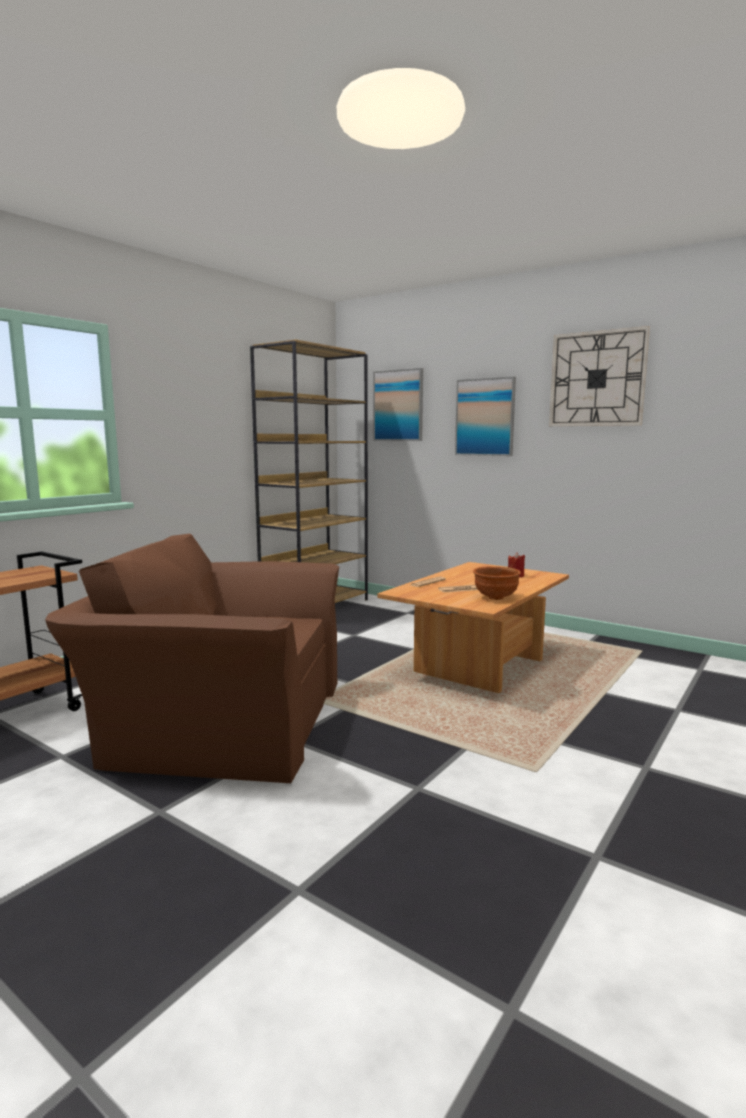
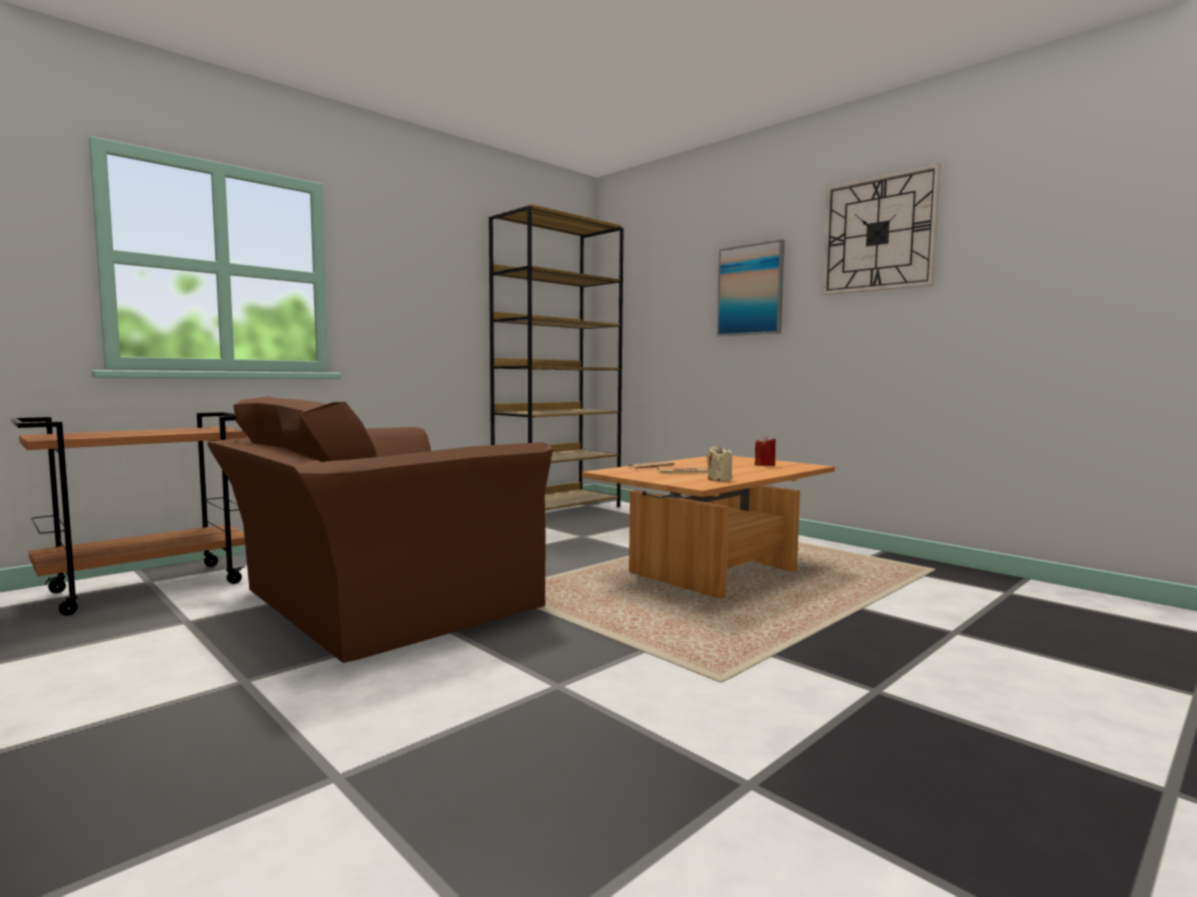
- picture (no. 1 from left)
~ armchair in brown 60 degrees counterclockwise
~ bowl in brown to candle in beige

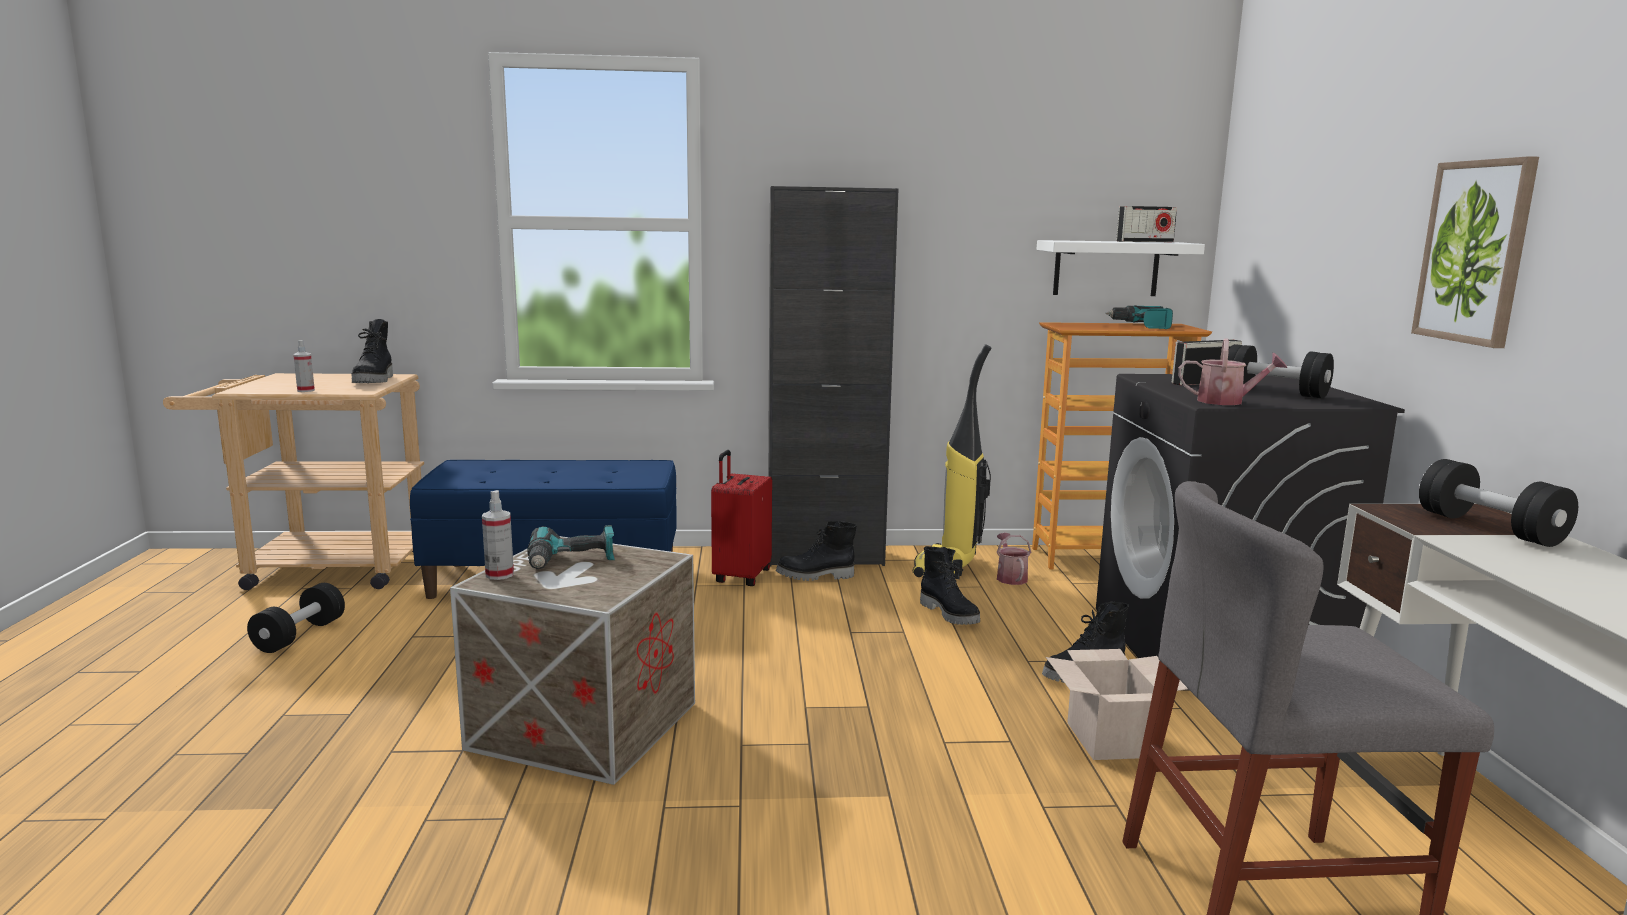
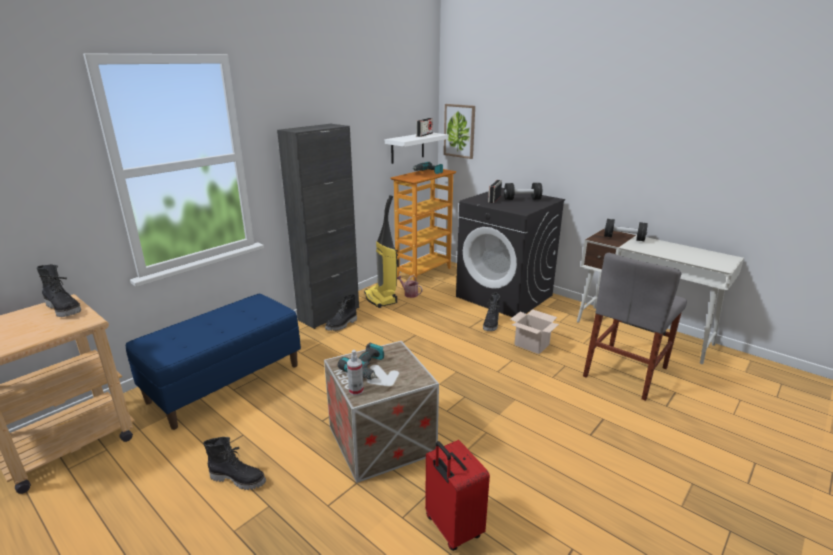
~ picture
- watering can (no. 2 from left)
- spray bottle (no. 1 from left)
~ suitcase in red
~ boot in black (no. 3 from left in the first image) to boot in black (no. 2 from left)
- dumbbell in black (no. 1 from left)

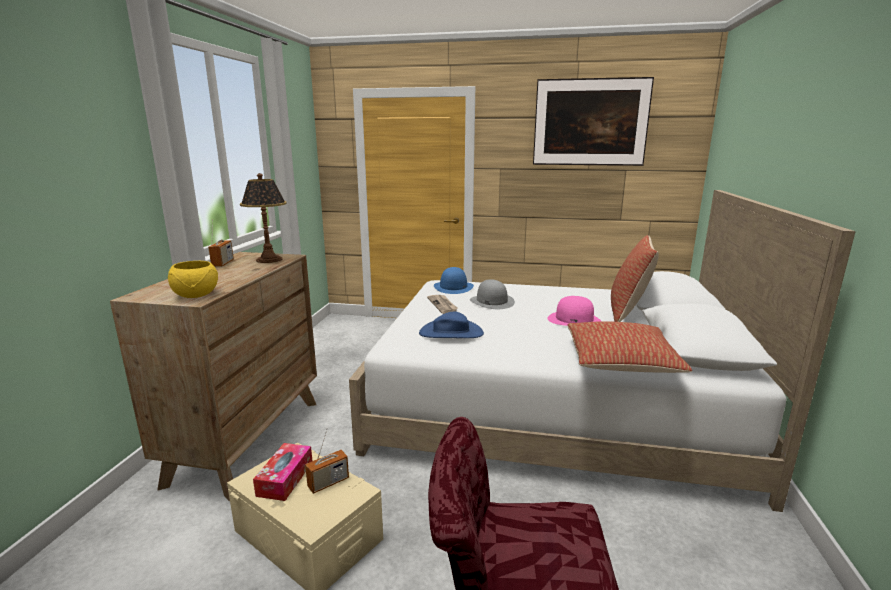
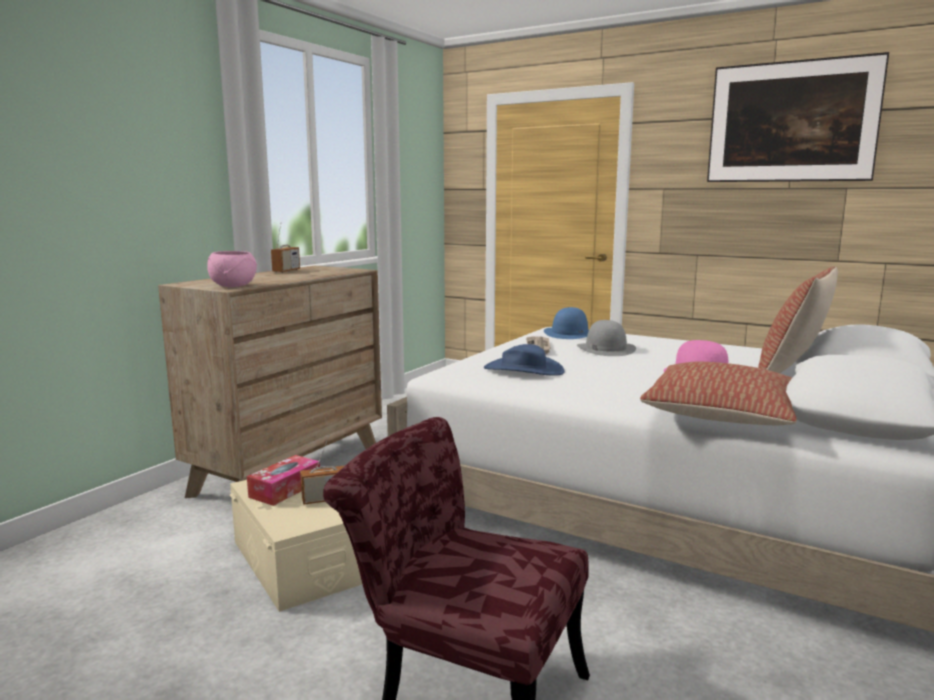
- table lamp
~ bowl in yellow to bowl in pink

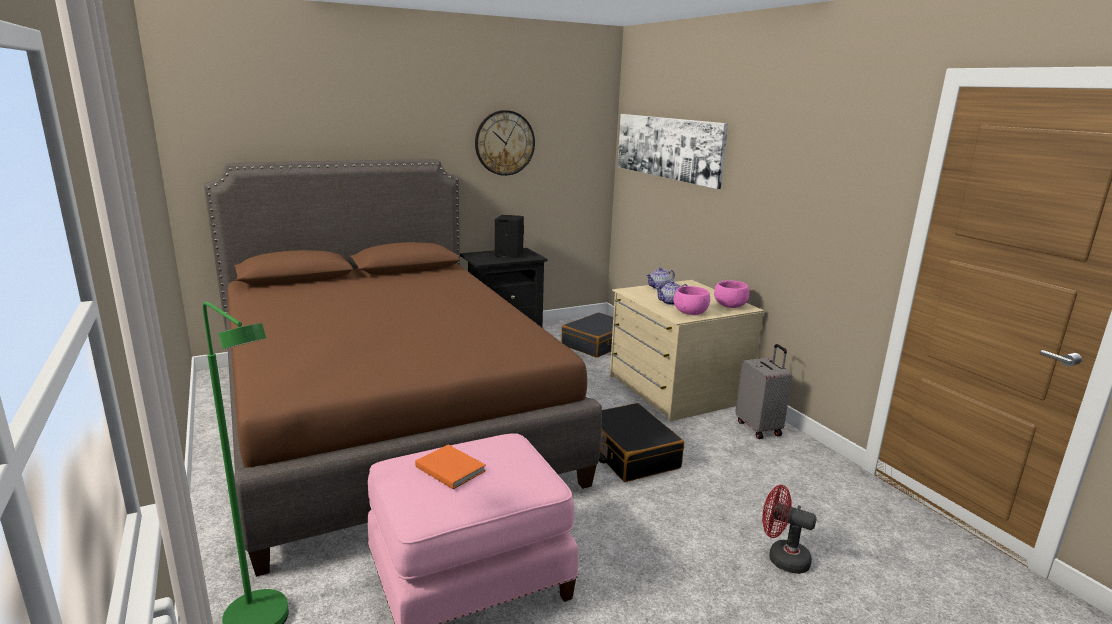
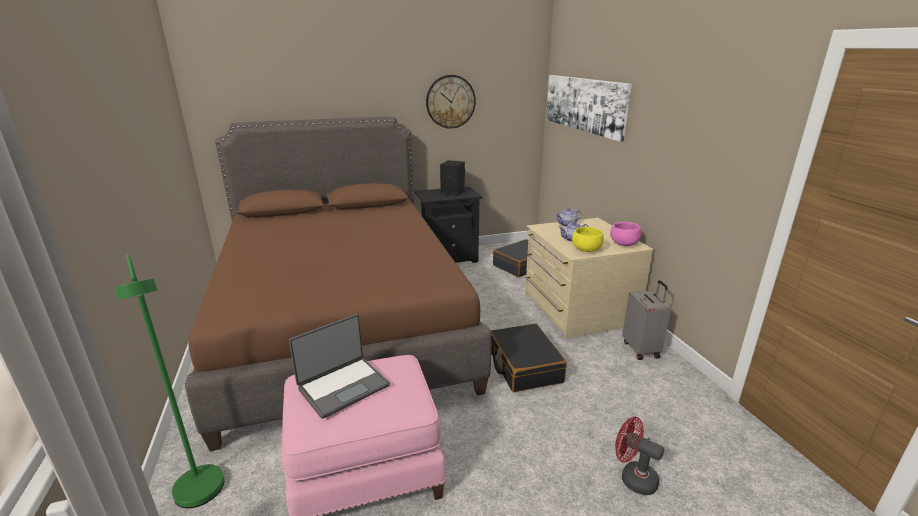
~ bowl in pink (no. 1 from left) to bowl in yellow
~ book in orange to laptop

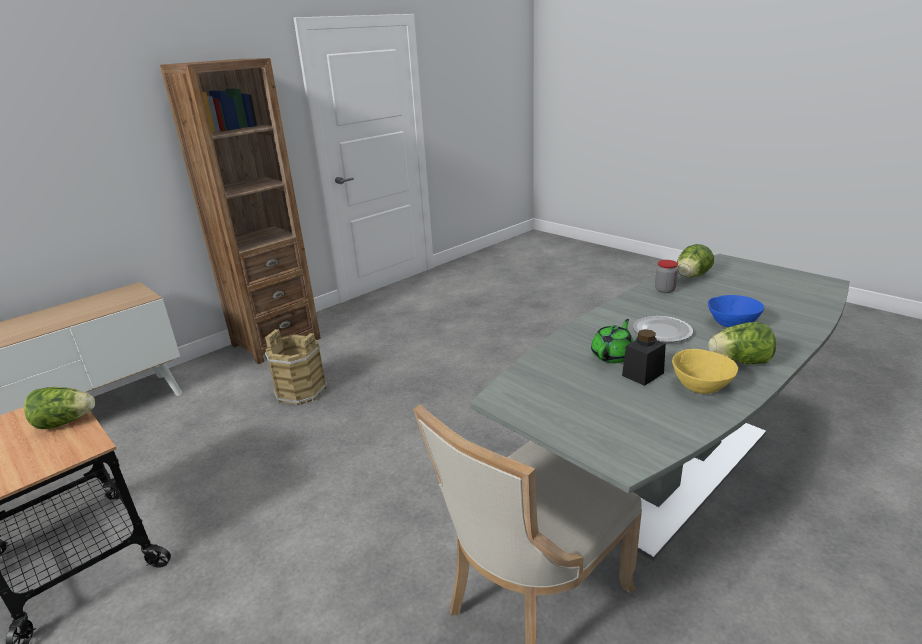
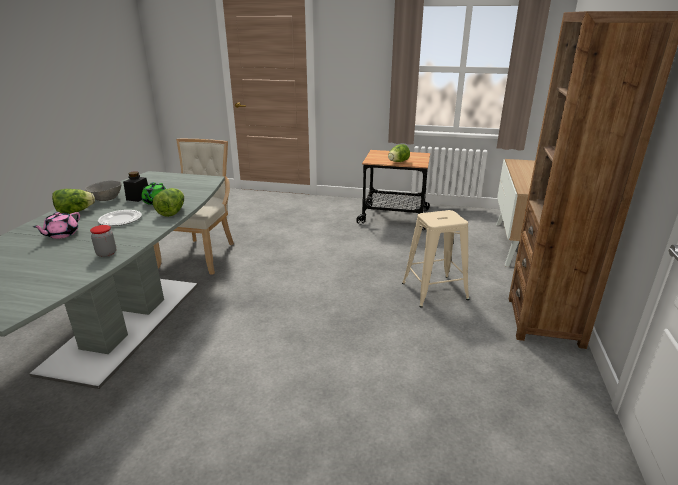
~ lettuce (no. 2 from left)
~ bowl in blue to teapot in pink
~ bucket in brown to stool in beige
~ bowl in yellow to bowl in grey

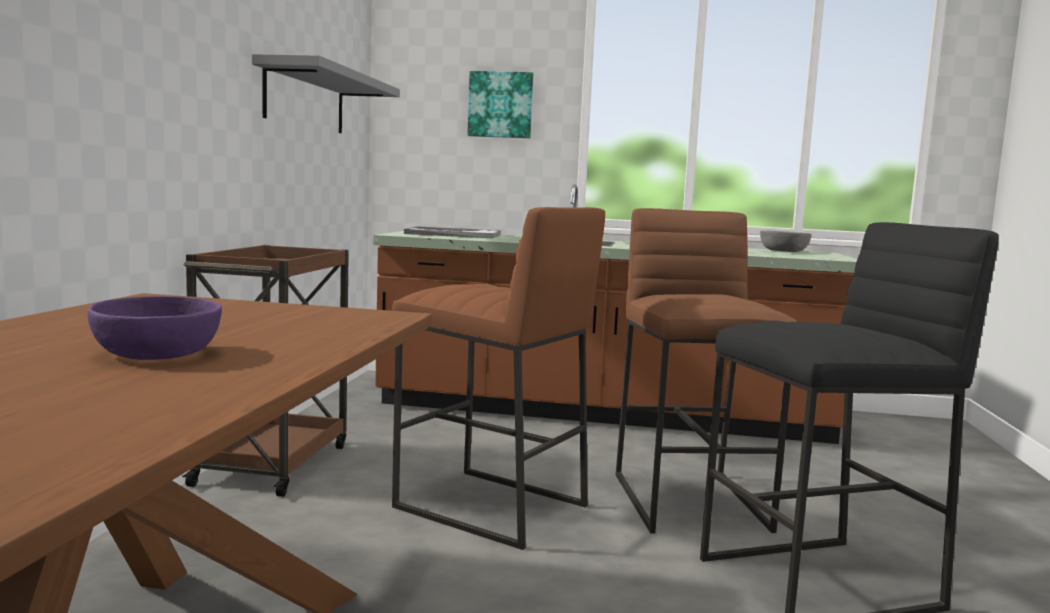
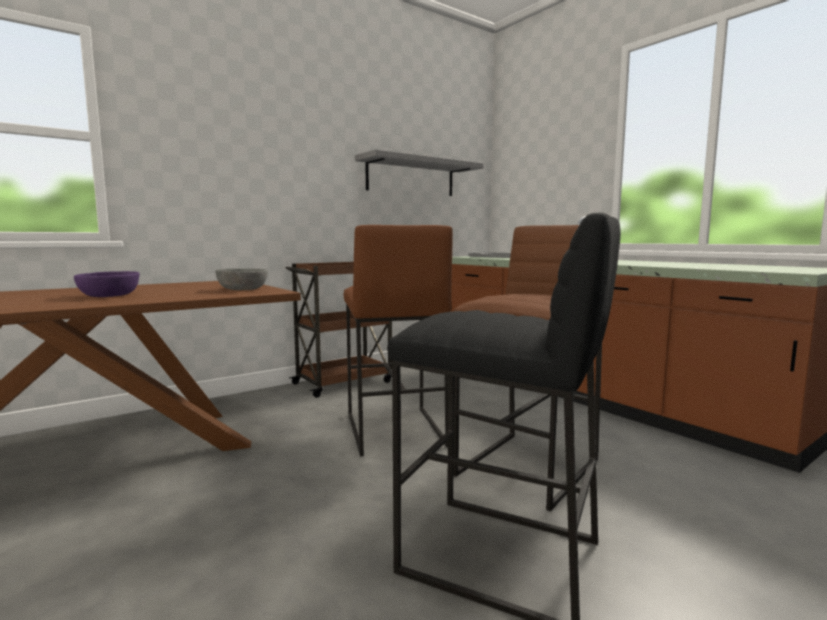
- picture
~ bowl in grey

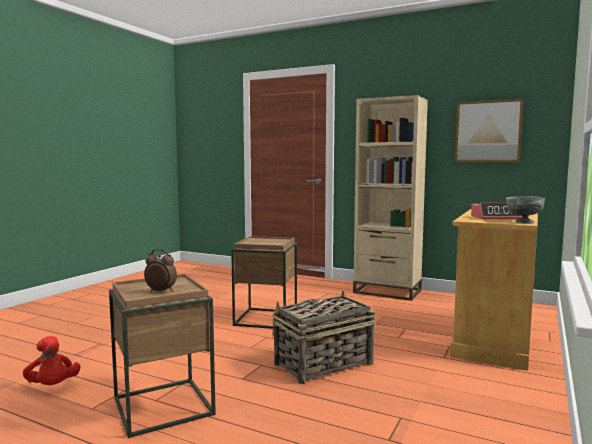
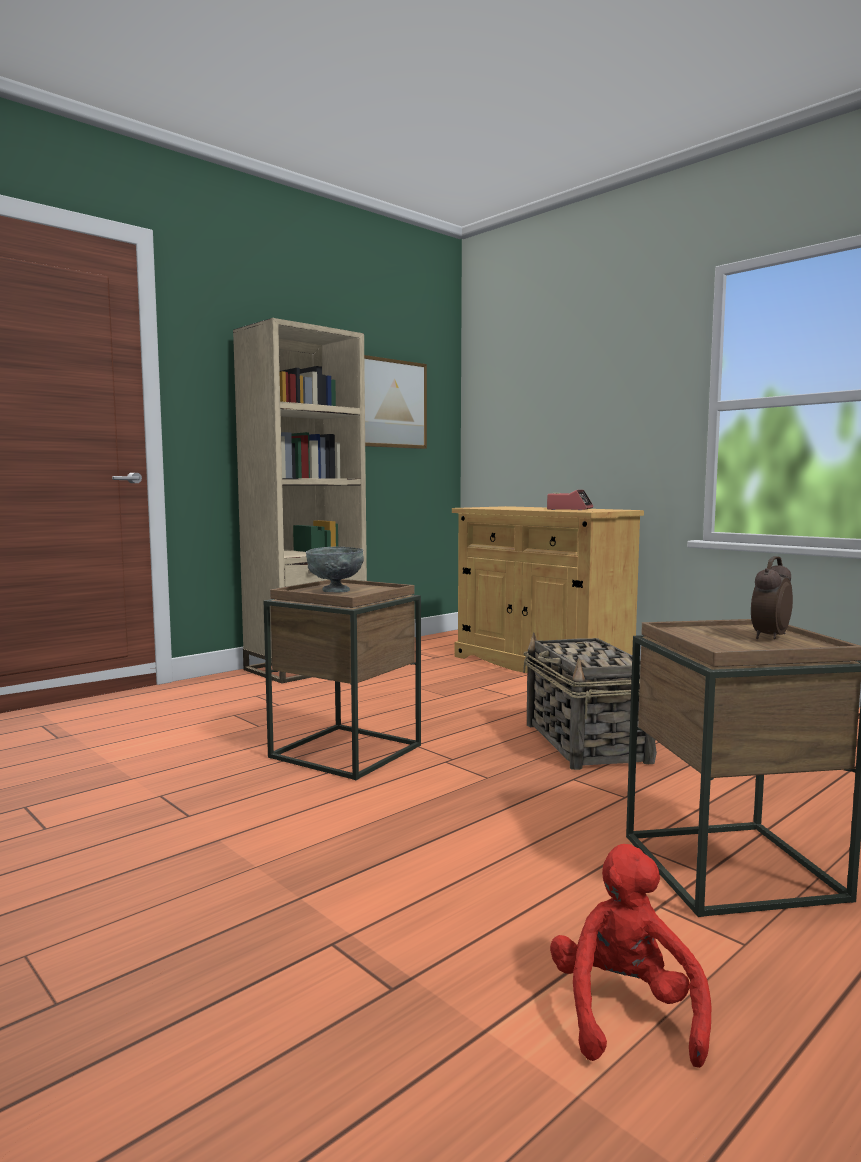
~ bowl in grey
~ plush toy in red 75 degrees counterclockwise

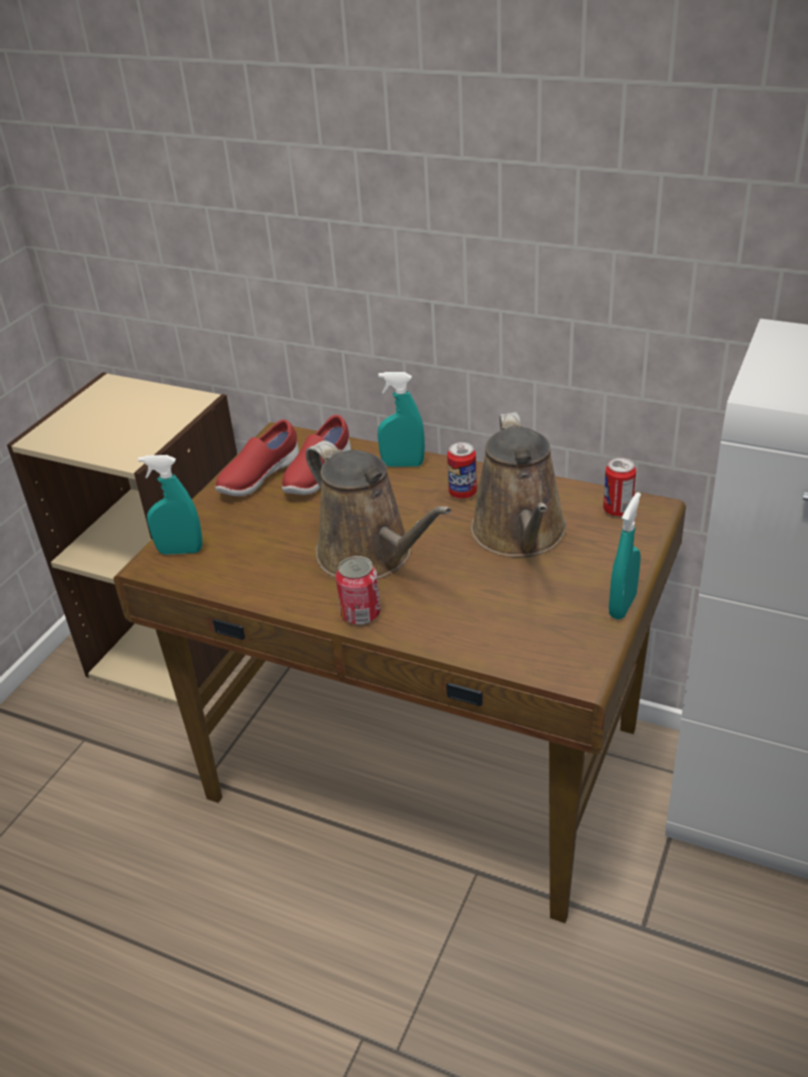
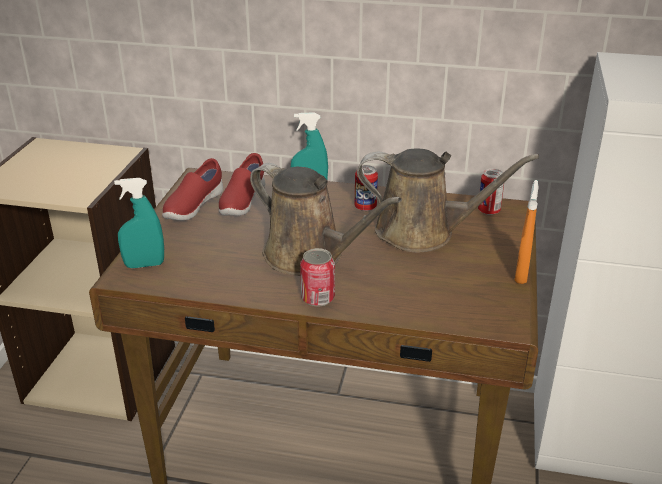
~ watering can in brown (no. 2 from left) 60 degrees counterclockwise
~ spray bottle in turquoise (no. 3 from left) to spray bottle in orange

